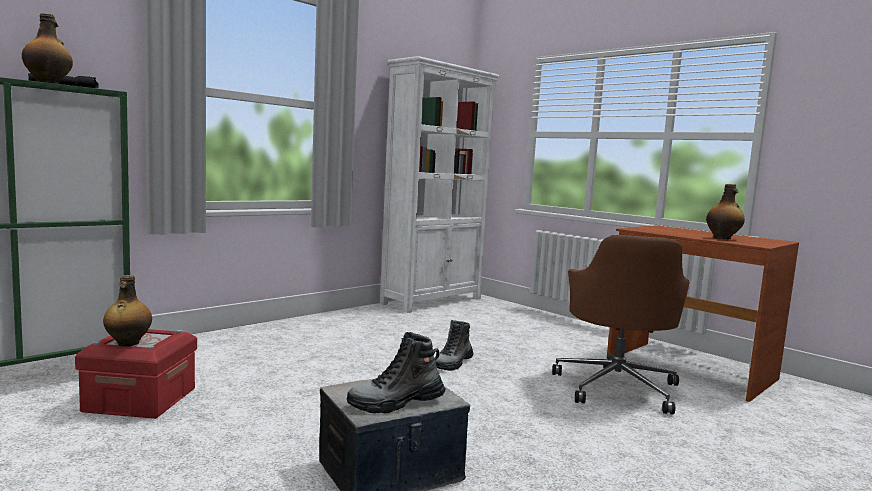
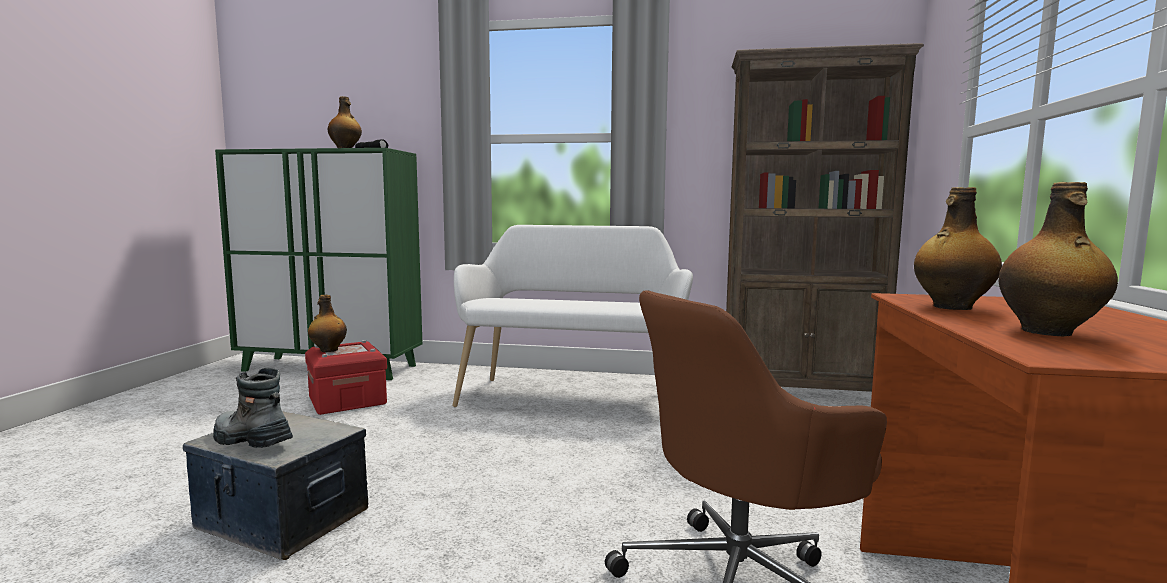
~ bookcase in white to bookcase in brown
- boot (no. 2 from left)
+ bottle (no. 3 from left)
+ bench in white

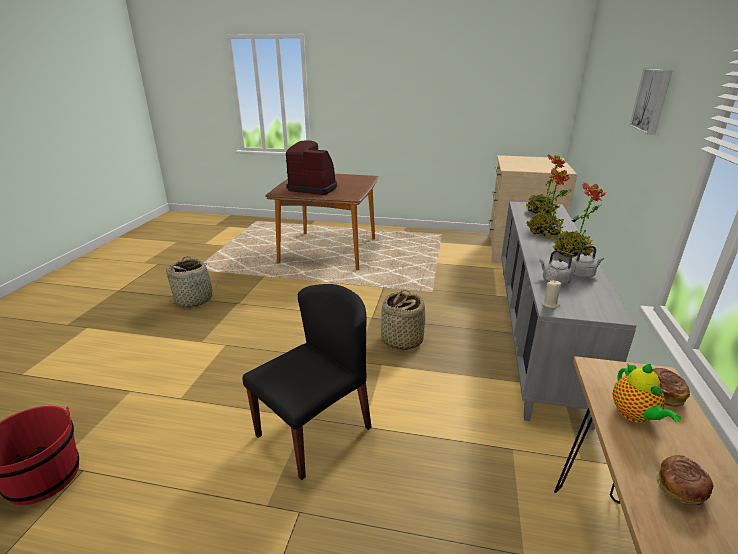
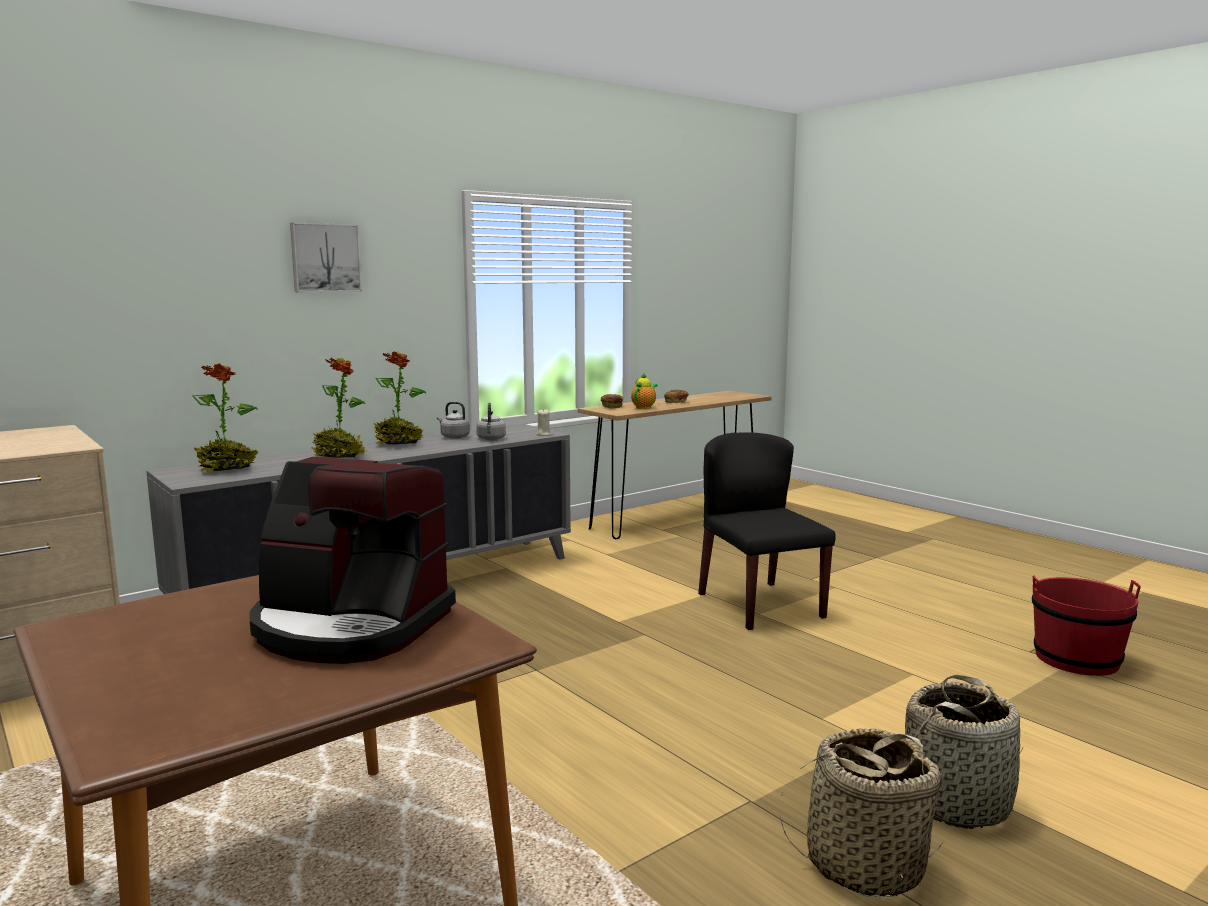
~ coffee machine 45 degrees counterclockwise
~ chair in black 75 degrees clockwise
~ basket (no. 2 from left)

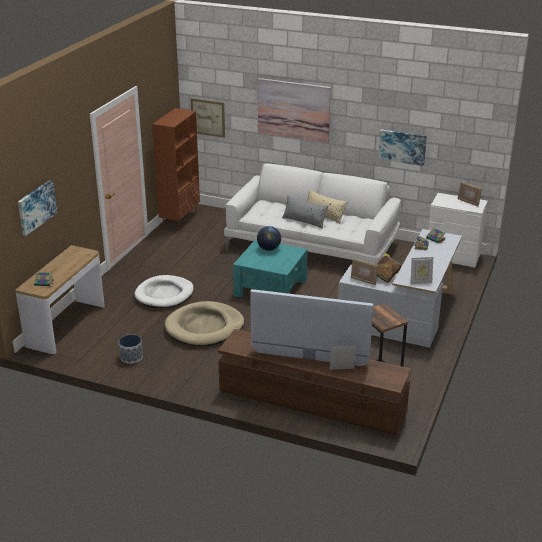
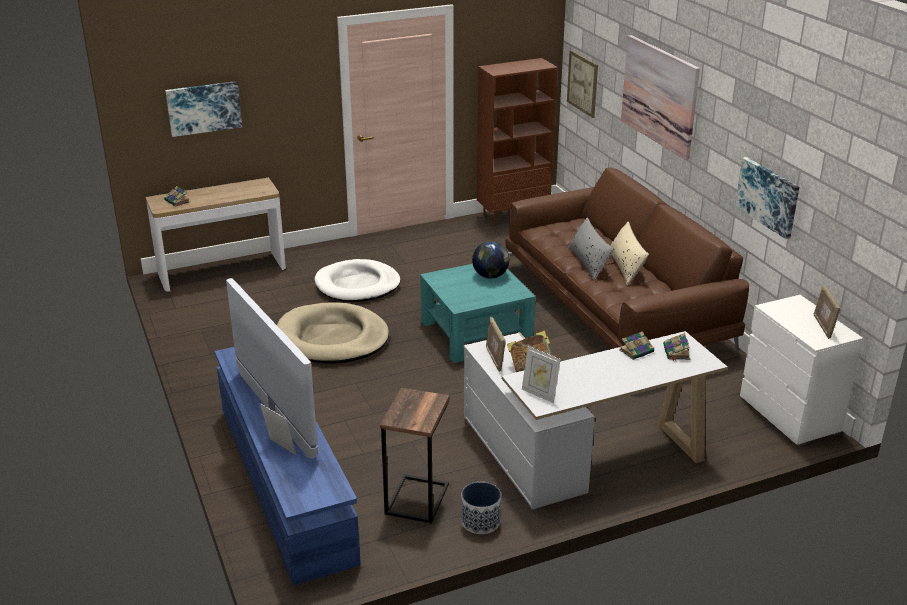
~ sofa in white to sofa in brown
~ tv stand in brown to tv stand in blue
~ planter

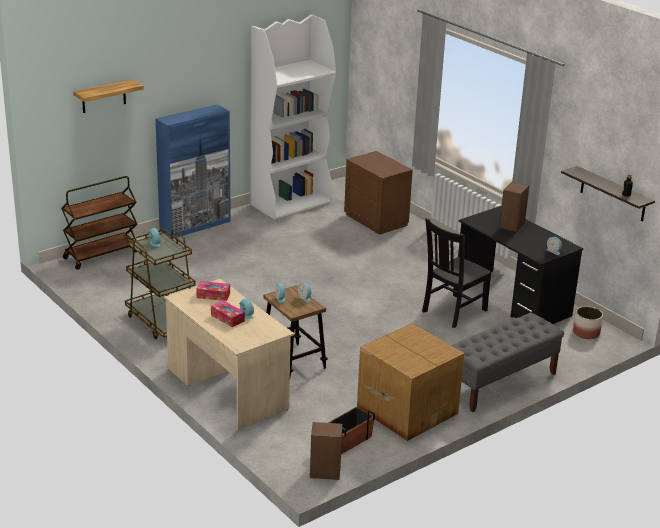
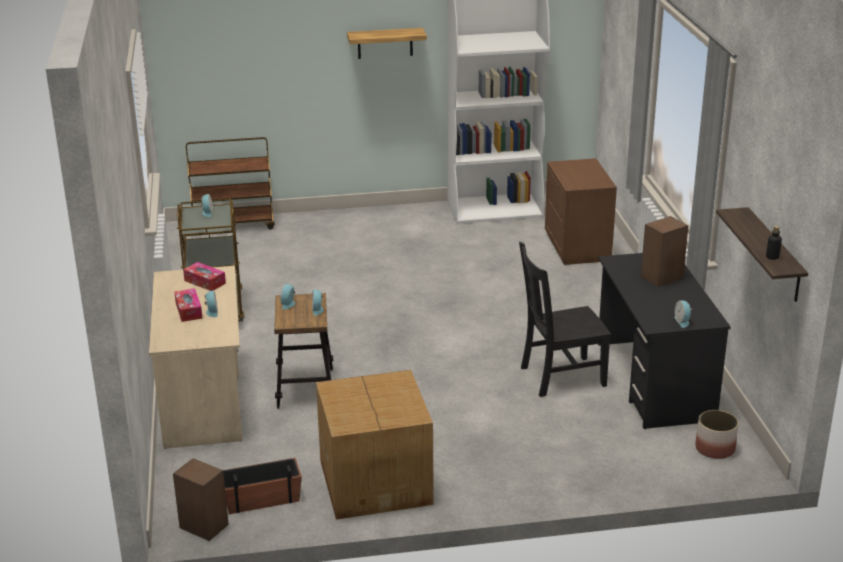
~ shelf (no. 1 from left)
- cabinet in blue
- bench in grey

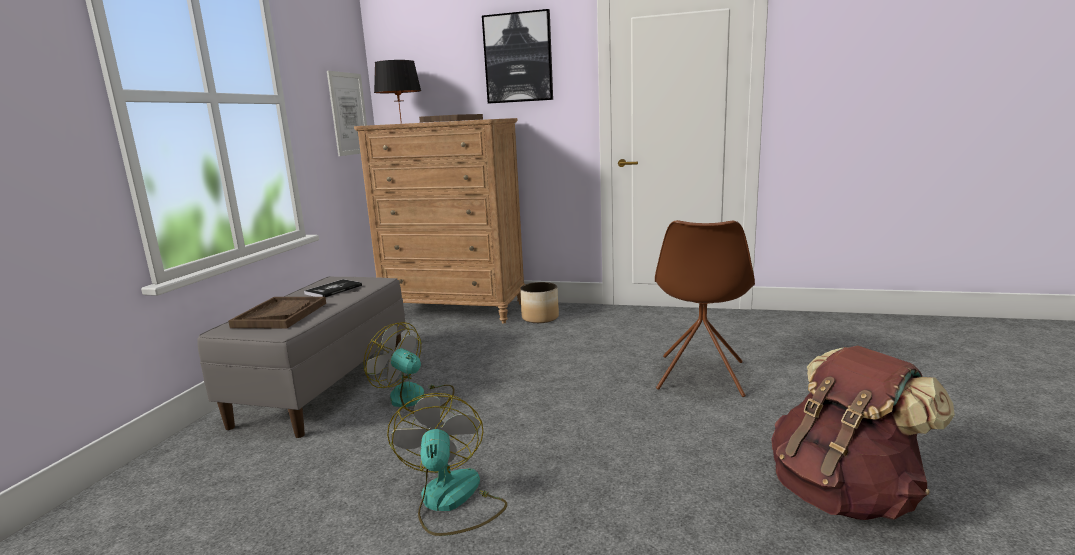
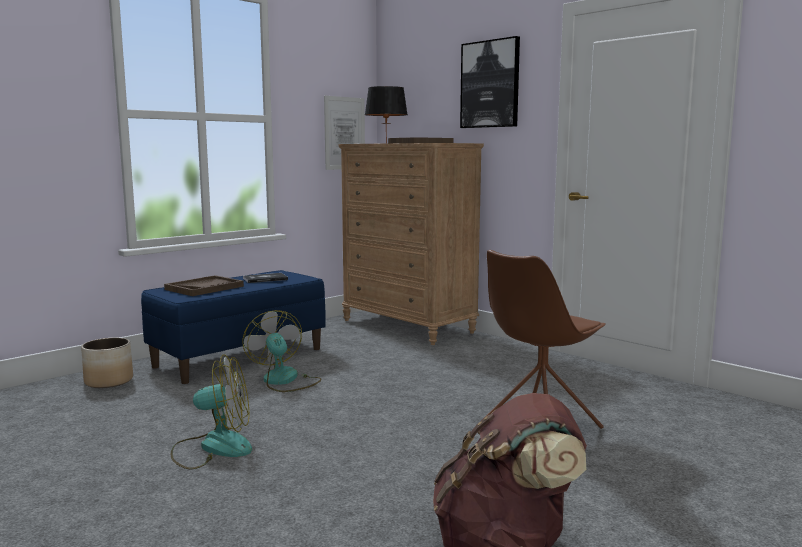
~ bench in grey to bench in blue
~ planter
~ fan (no. 2 from left in the first image) 60 degrees clockwise

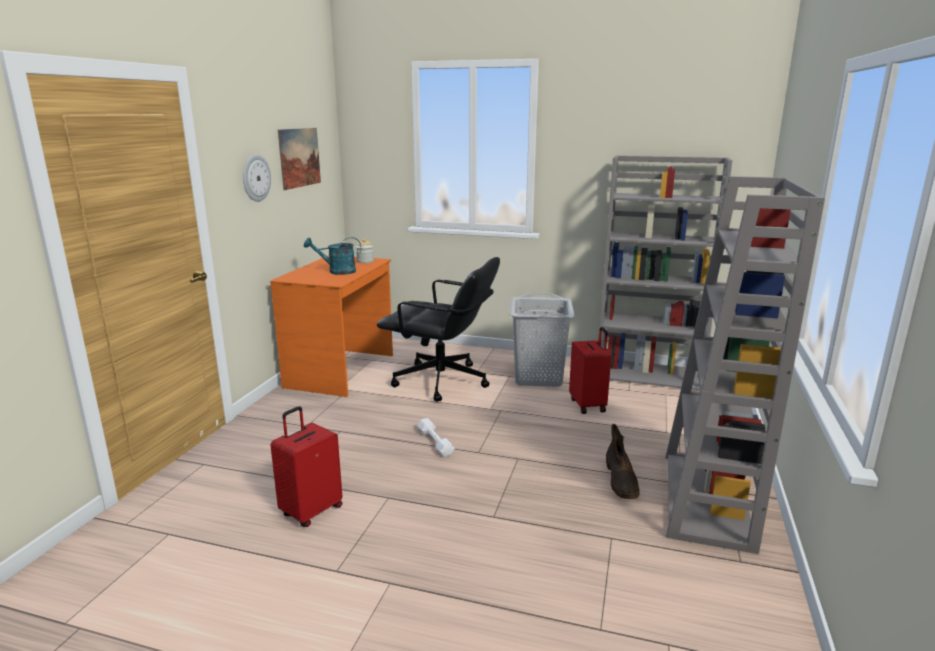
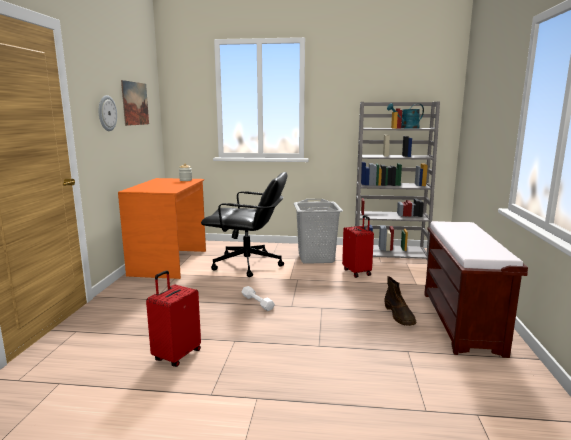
~ bookcase in grey (no. 2 from left) to bench in brown
~ watering can in turquoise

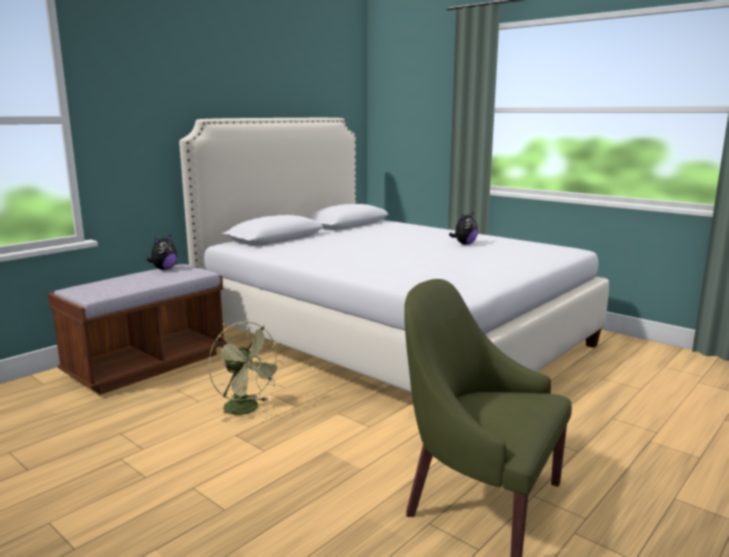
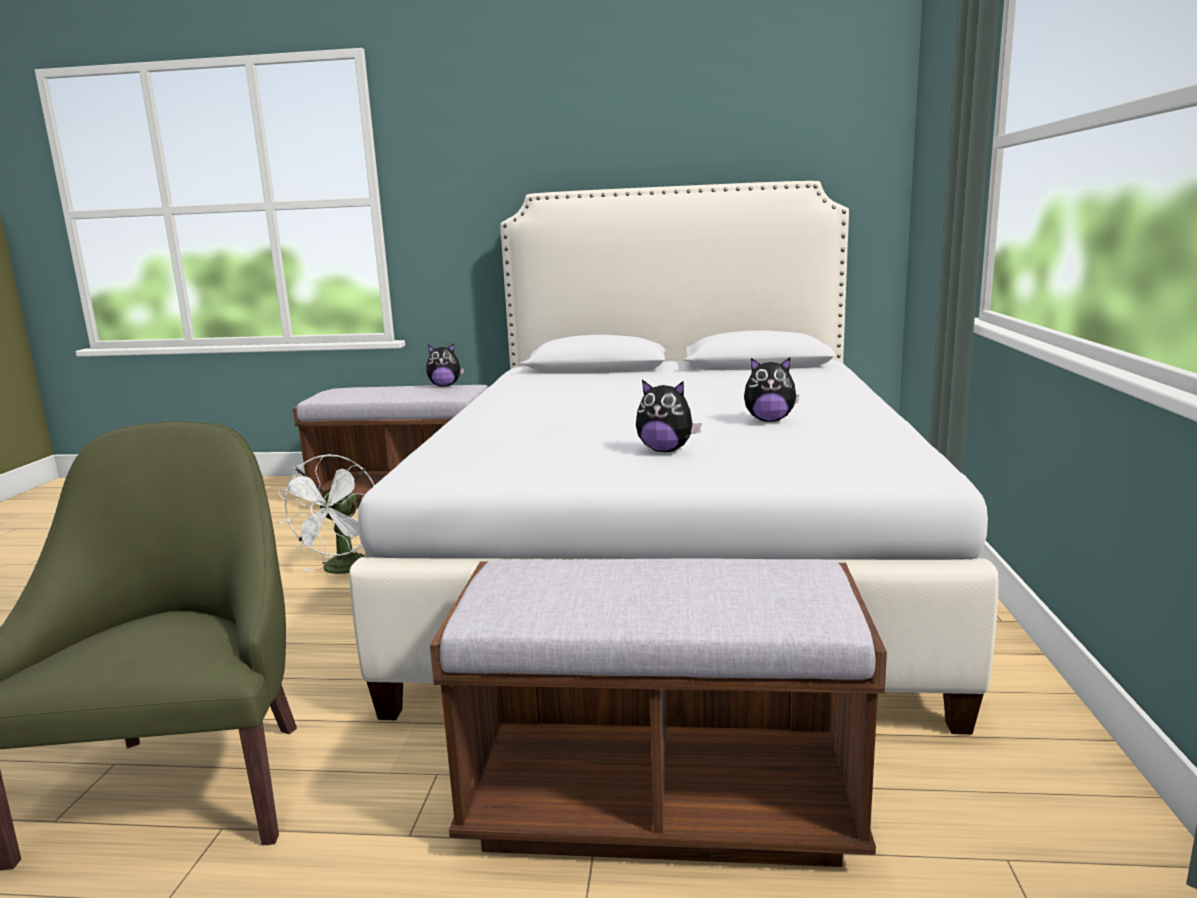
~ fan in green to fan in white
+ plush toy (no. 2 from left)
+ bench in brown (no. 2 from left)

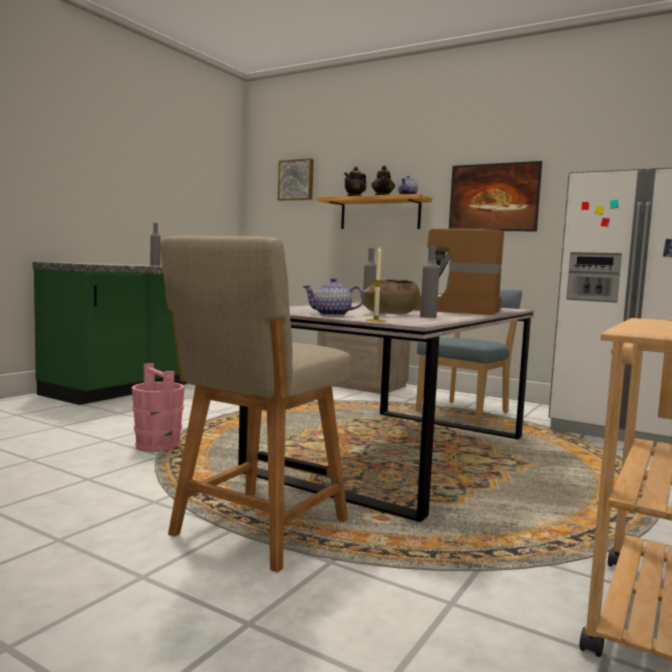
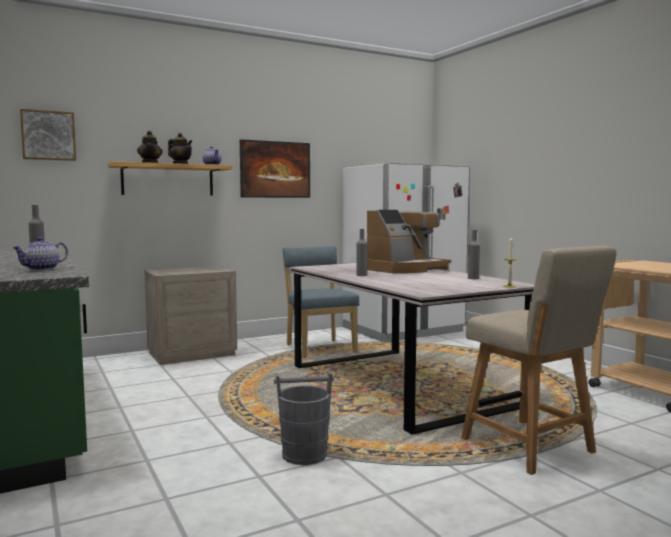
~ coffee machine 90 degrees counterclockwise
~ teapot (no. 1 from left)
- bowl in brown
~ bucket in pink to bucket in grey

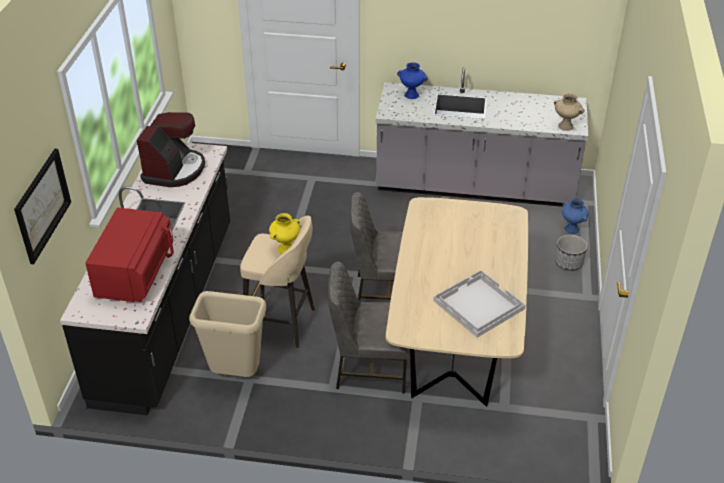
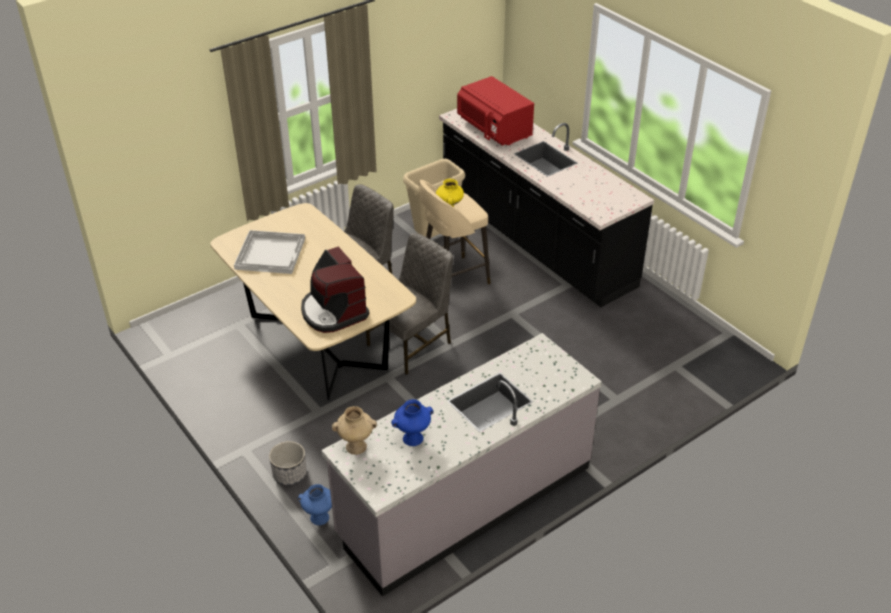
~ vase in blue (no. 1 from left in the first image) to vase in blue (no. 2 from left)
~ coffee machine
- picture

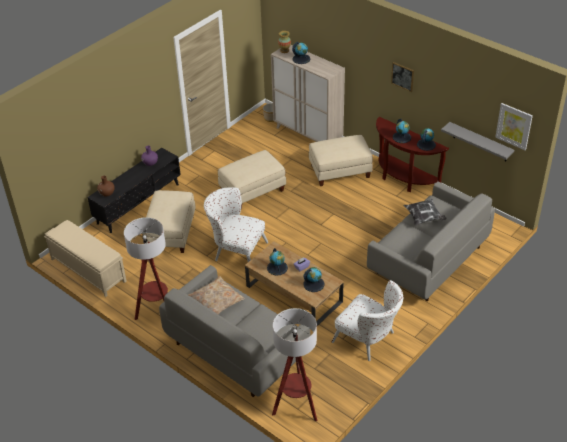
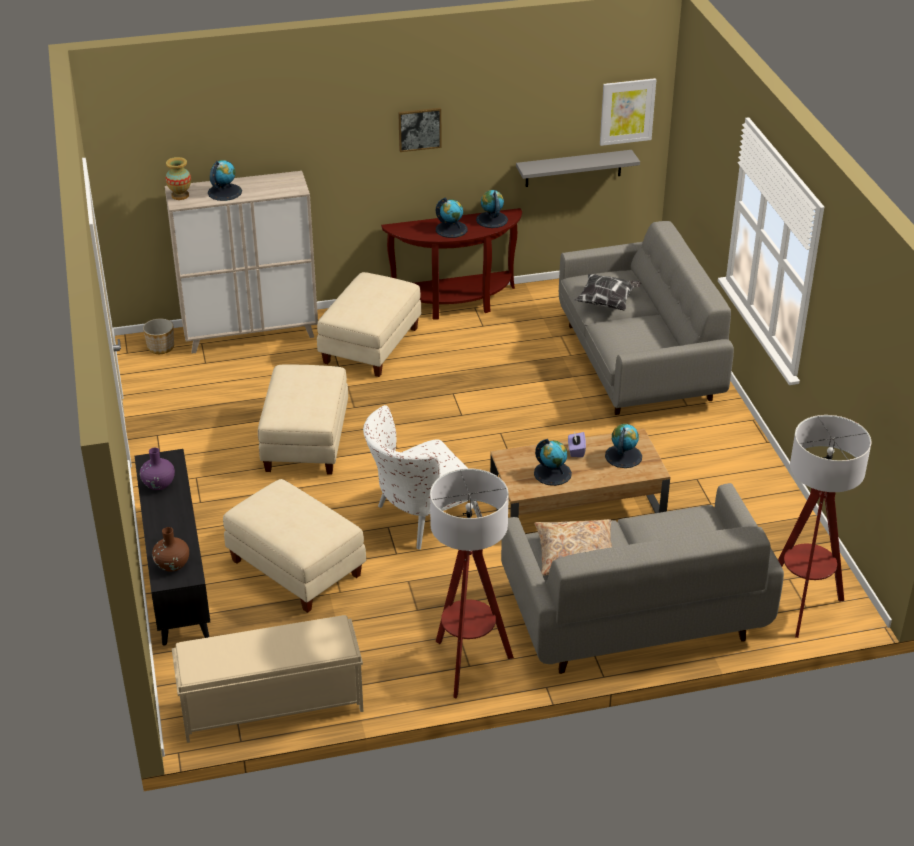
- armchair in white (no. 2 from left)

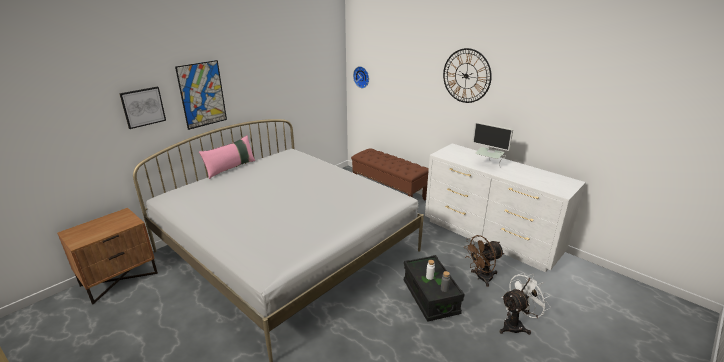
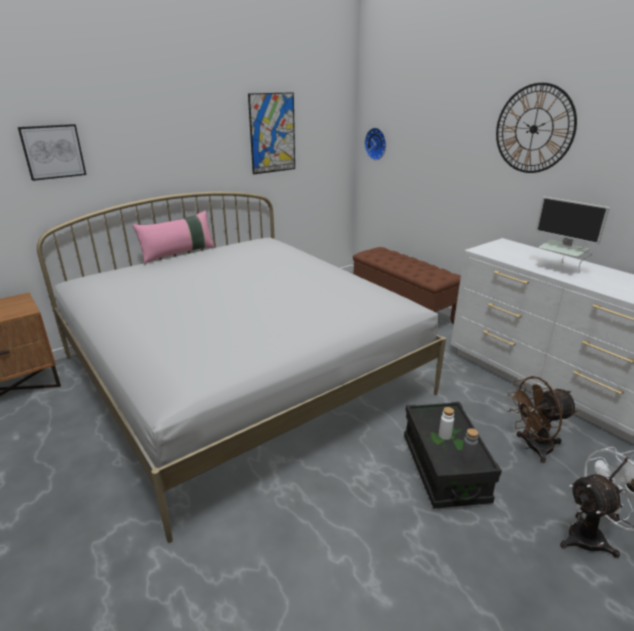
~ picture (no. 2 from left)

